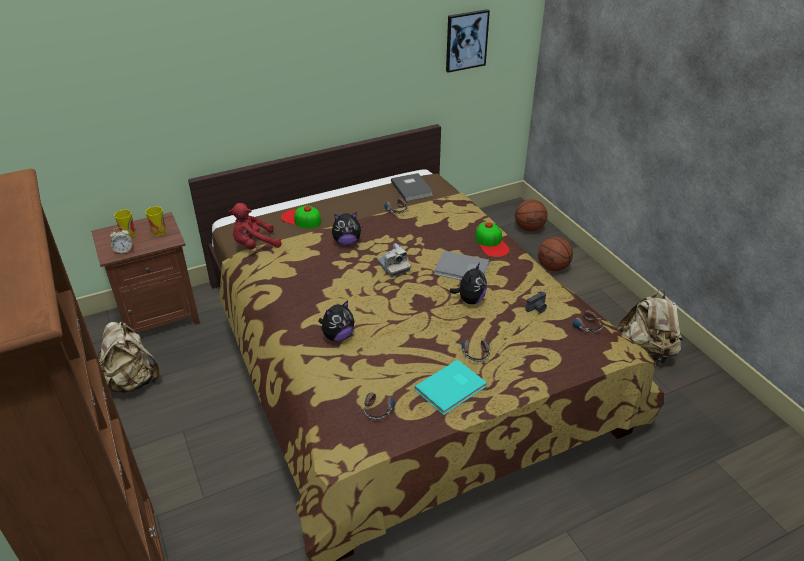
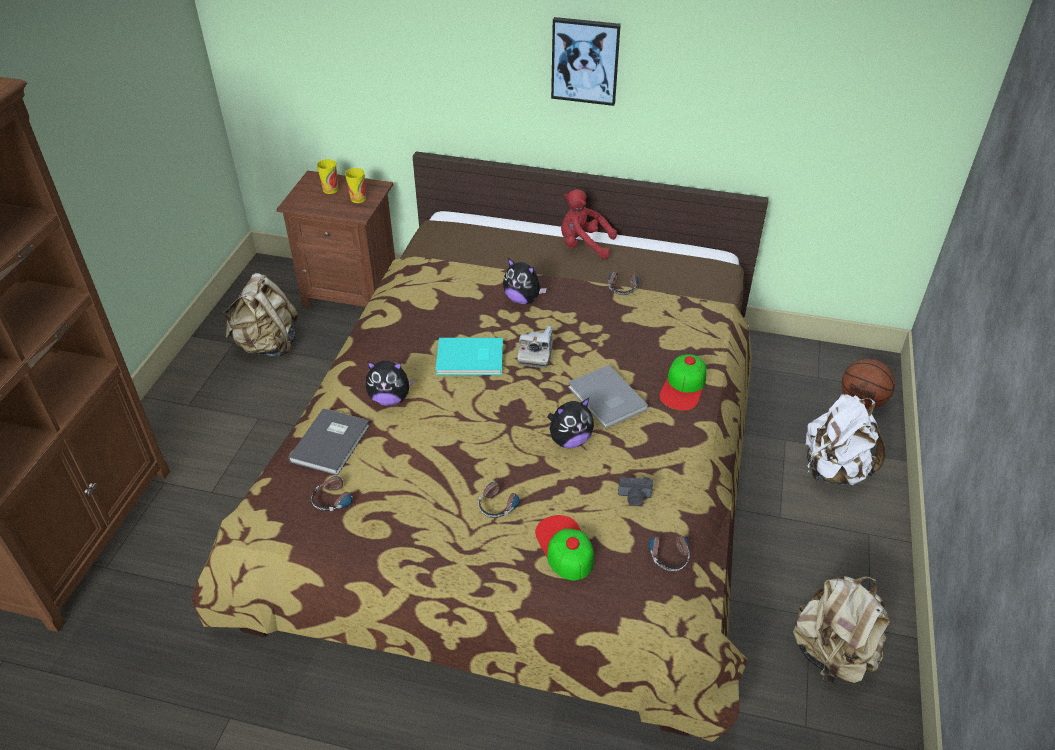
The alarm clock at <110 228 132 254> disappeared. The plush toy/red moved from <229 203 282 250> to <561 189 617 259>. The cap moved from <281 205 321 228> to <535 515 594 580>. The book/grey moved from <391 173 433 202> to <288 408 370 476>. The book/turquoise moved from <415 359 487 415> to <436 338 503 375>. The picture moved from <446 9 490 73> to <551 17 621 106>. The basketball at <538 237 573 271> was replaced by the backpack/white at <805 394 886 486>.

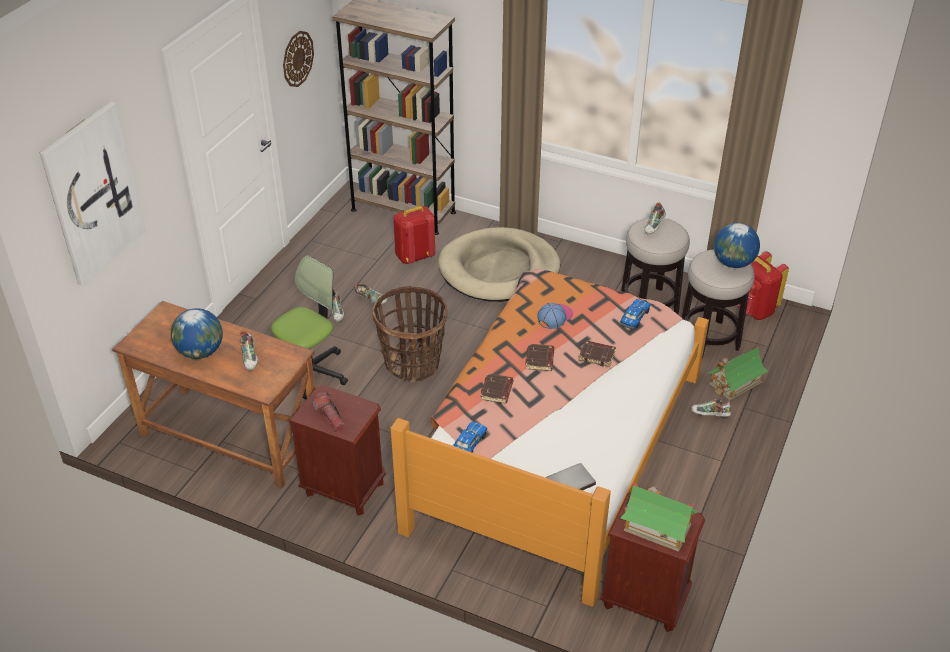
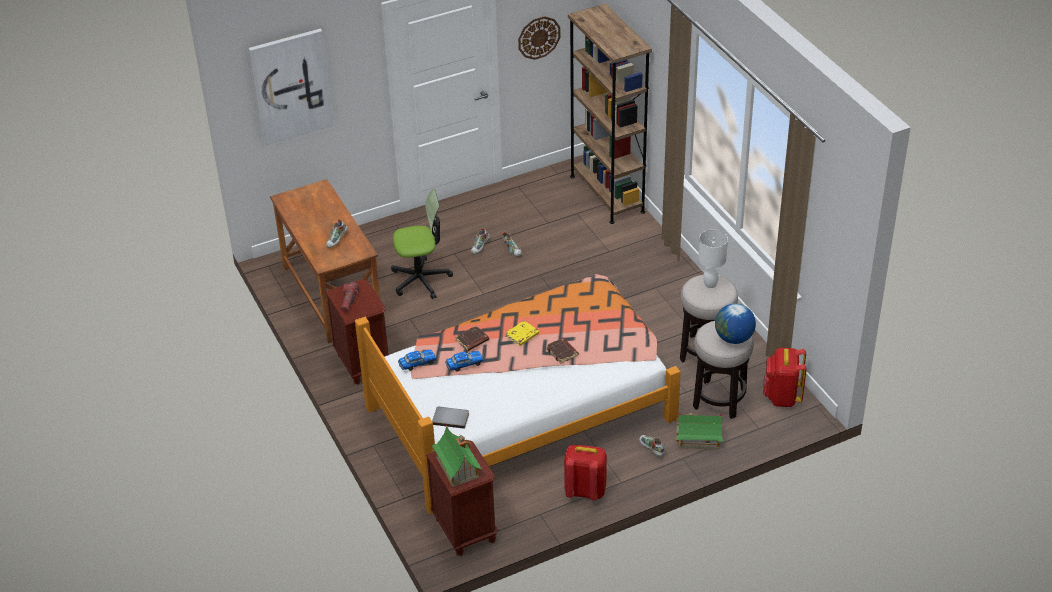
The globe at <171 308 223 359> disappeared. The basket at <373 286 448 382> disappeared. The dog bed/beige at <438 227 560 302> disappeared. The cap at <537 303 573 329> disappeared. The backpack/red moved from <393 206 435 264> to <564 445 607 500>. The toy car moved from <619 299 650 330> to <445 351 484 372>. The shoe at <645 203 666 234> was replaced by the table lamp/white at <698 230 728 288>. The book/brown at <525 344 555 371> became the book/yellow at <505 321 539 346>.

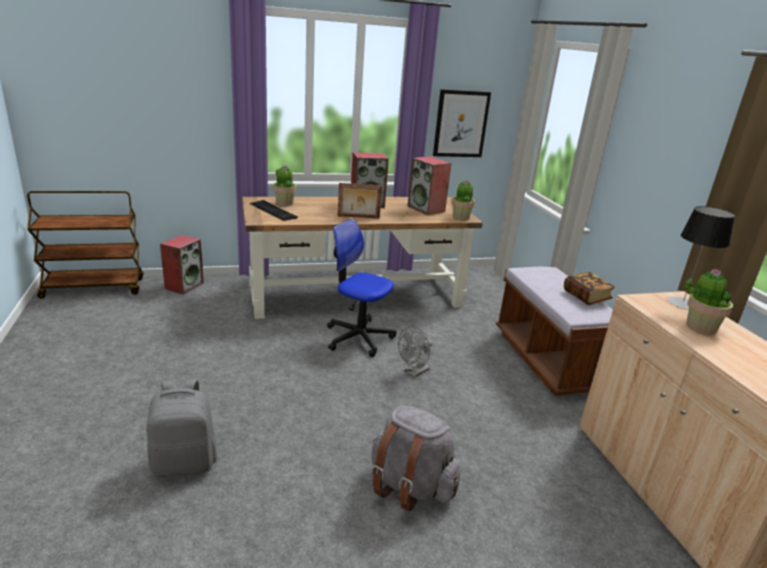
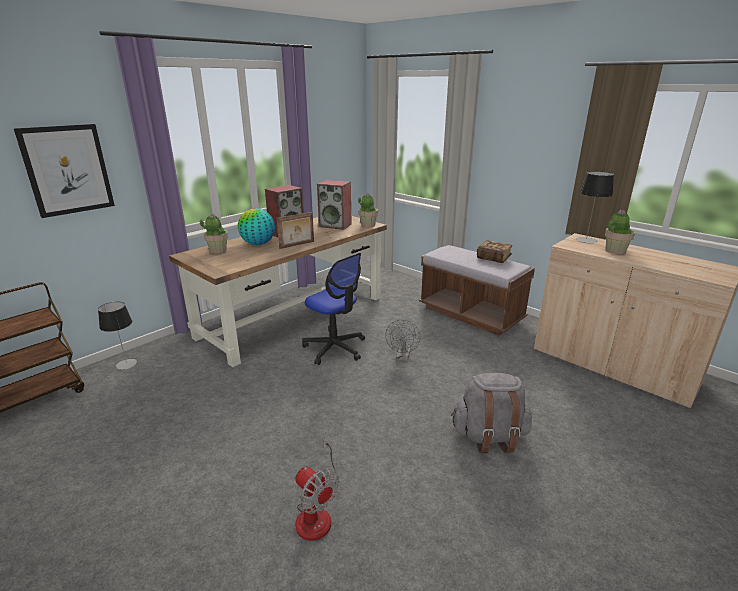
The keyboard at <249 200 298 221> disappeared. The globe at <238 208 275 245> appeared. The picture moved from <433 89 491 157> to <14 124 115 218>. The backpack/grey at <146 379 217 477> was replaced by the fan at <295 436 339 541>. The speaker at <160 235 204 295> was replaced by the table lamp at <98 302 137 369>. The office chair at <327 219 397 357> turned 135 degrees counterclockwise.

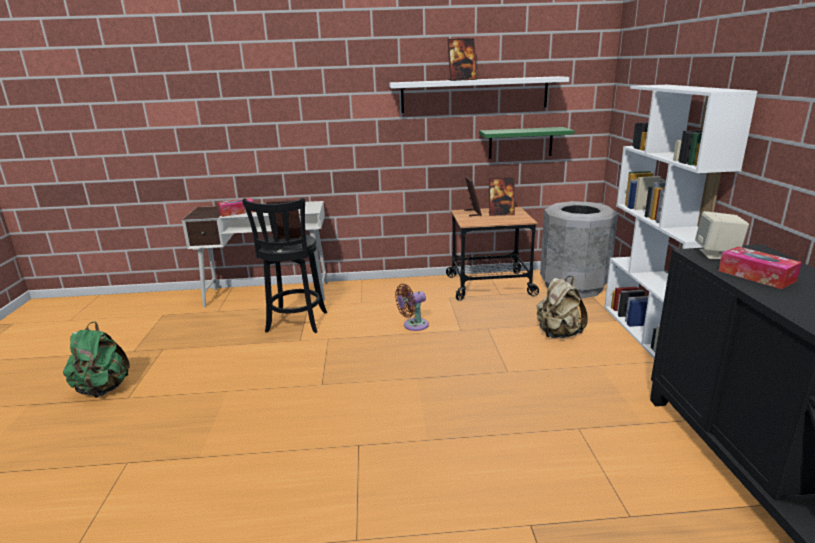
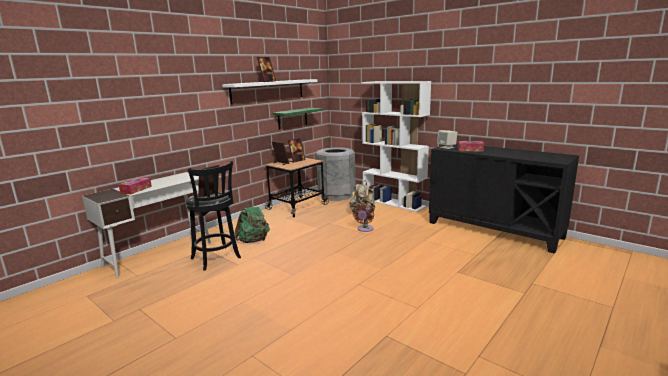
The backpack/green moved from <63 321 130 398> to <234 202 270 243>. The fan/brown moved from <395 284 429 331> to <353 203 374 232>.

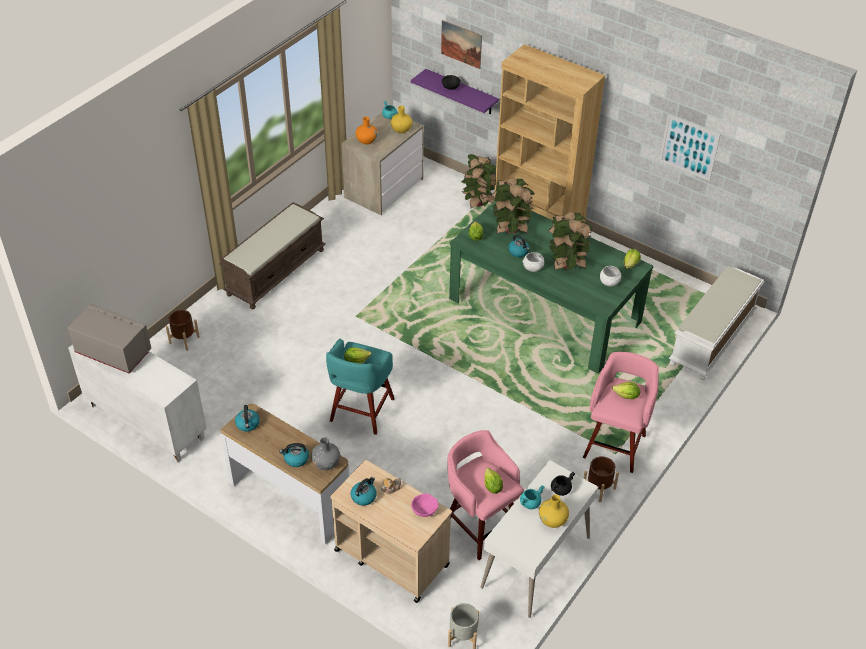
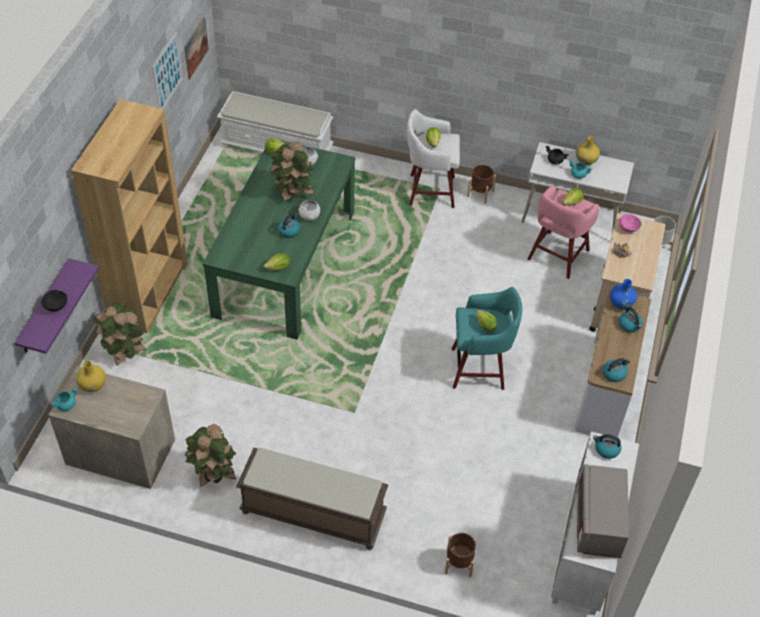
The vase/orange at <356 117 378 145> disappeared. The kettle moved from <351 477 377 506> to <593 434 622 459>. The picture moved from <441 20 482 69> to <184 17 209 80>. The potted plant moved from <491 177 535 234> to <184 424 236 487>. The vase/grey at <311 437 340 470> became the vase/blue at <610 279 637 309>. The stool/pink at <583 352 659 473> became the stool/white at <407 109 460 208>.

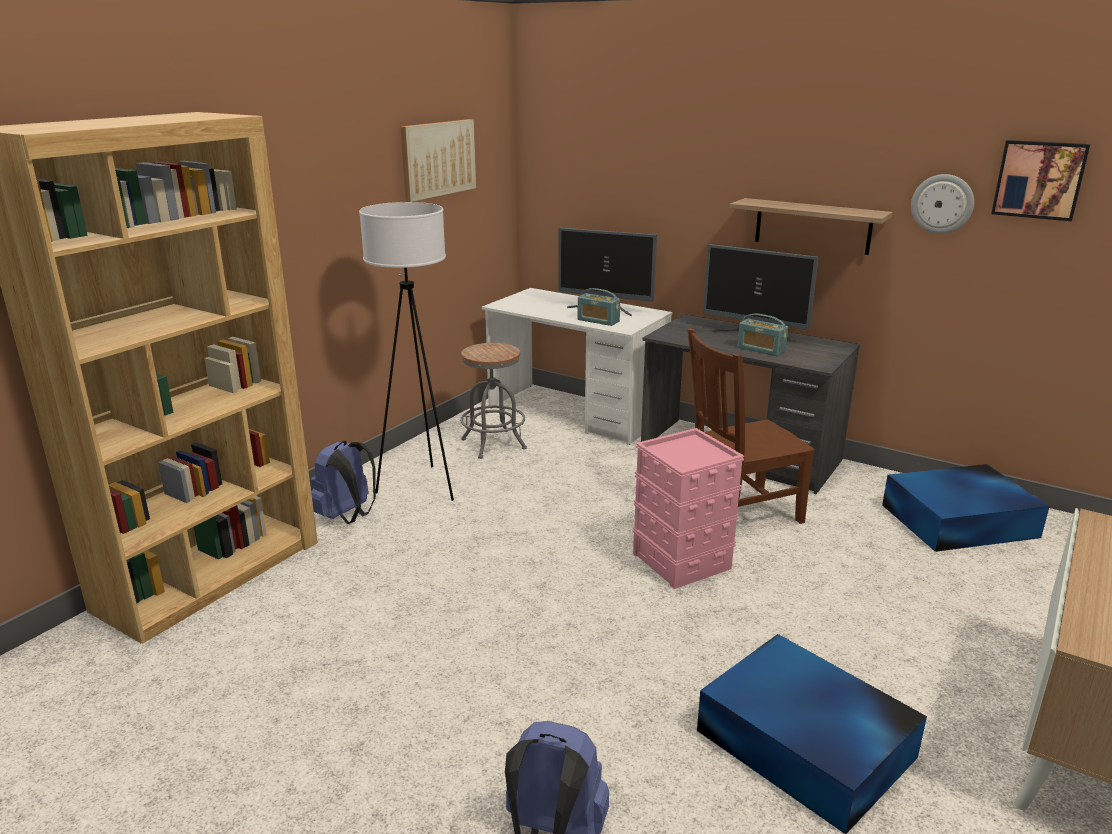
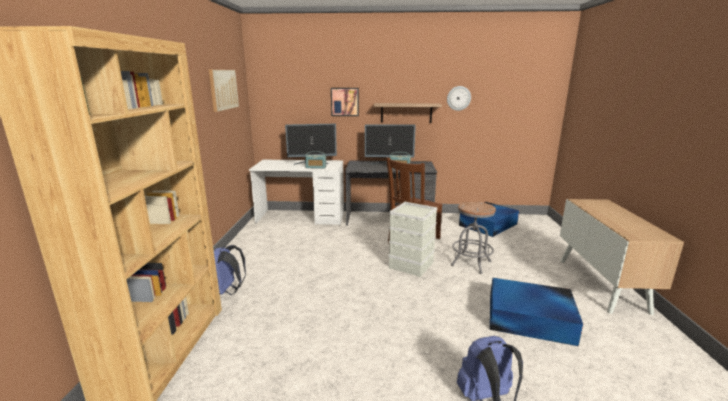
The floor lamp/white at <359 202 454 501> disappeared. The stool/grey moved from <460 343 527 459> to <451 201 496 274>. The picture moved from <991 140 1090 221> to <331 88 359 116>. The storage box/pink at <632 428 744 589> became the storage box/grey at <388 202 438 277>.

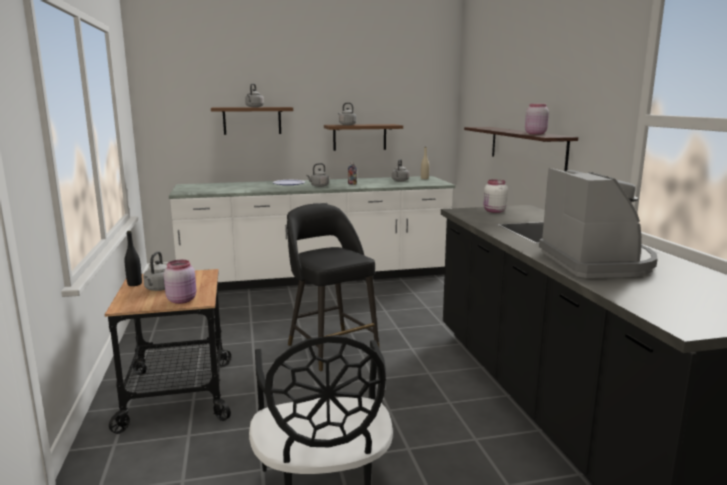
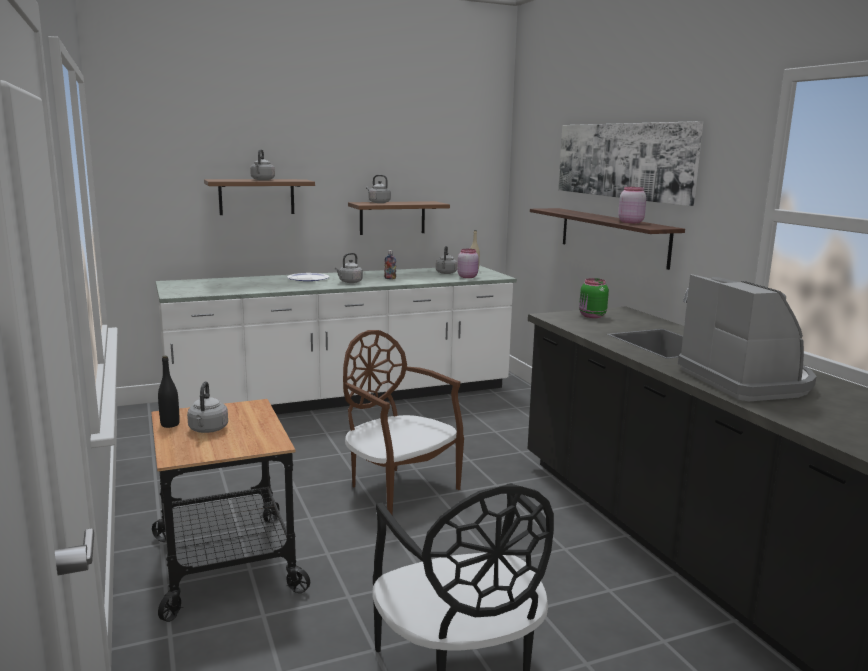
The picture at <558 121 703 206> appeared. The jar/pink moved from <164 260 196 304> to <458 249 479 278>. The stool/black at <287 204 380 371> was replaced by the chair/brown at <343 330 464 515>. The jar/white at <483 179 508 213> became the jar/green at <579 278 609 318>.

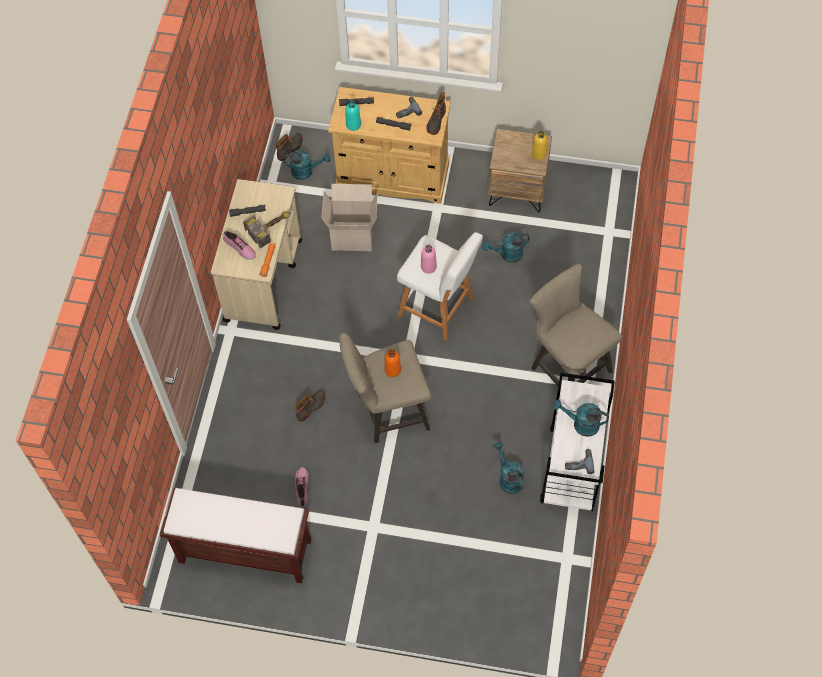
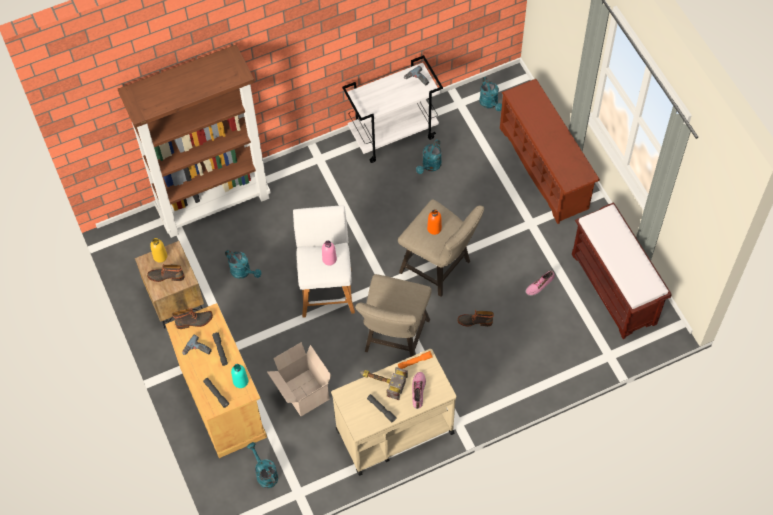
The bookcase/brown at <118 45 271 238> appeared. The shoe rack/brown at <500 79 600 224> appeared. The boot moved from <275 133 303 161> to <147 265 184 282>. The stool/beige moved from <529 264 622 386> to <355 274 432 357>. The watering can/turquoise moved from <553 399 609 437> to <480 77 502 111>.

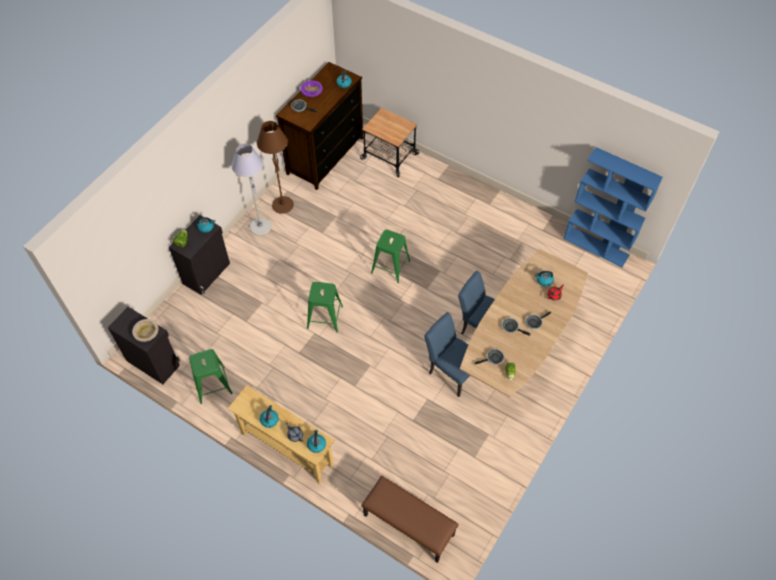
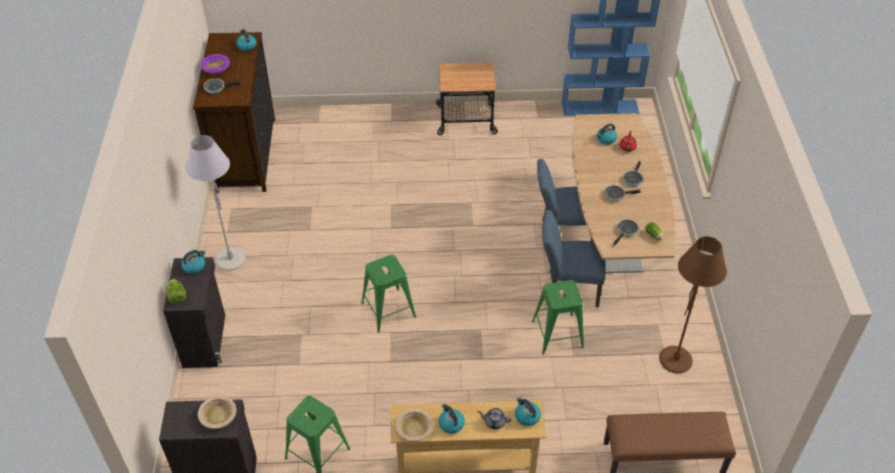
The bowl/beige at <395 408 433 442> appeared. The floor lamp/brown moved from <257 121 294 214> to <659 236 727 373>. The cart moved from <360 108 419 177> to <436 62 498 136>. The stool/green moved from <371 229 410 283> to <532 280 584 354>.

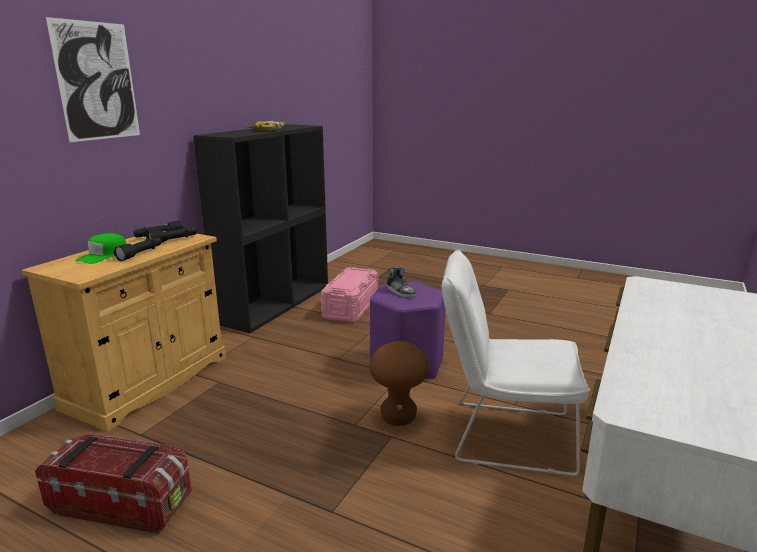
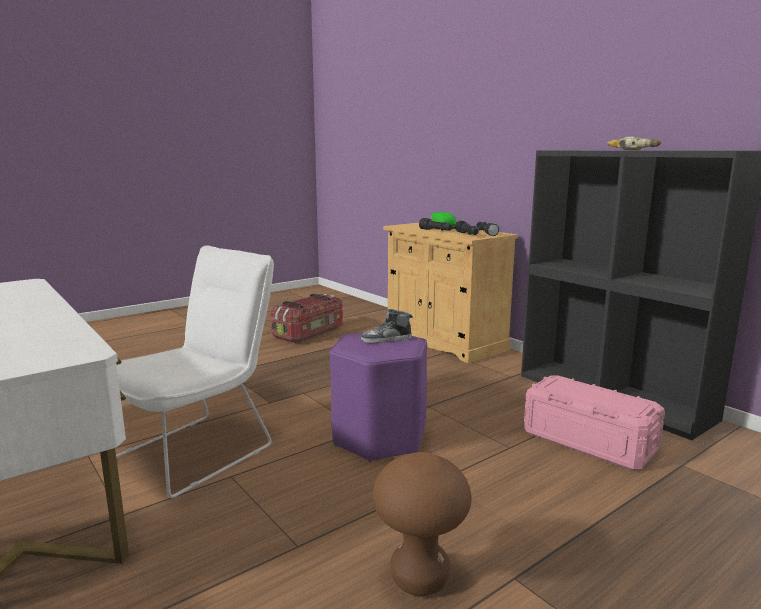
The picture at <46 17 140 142> disappeared. The stool/brown moved from <369 341 429 426> to <372 452 472 596>.

